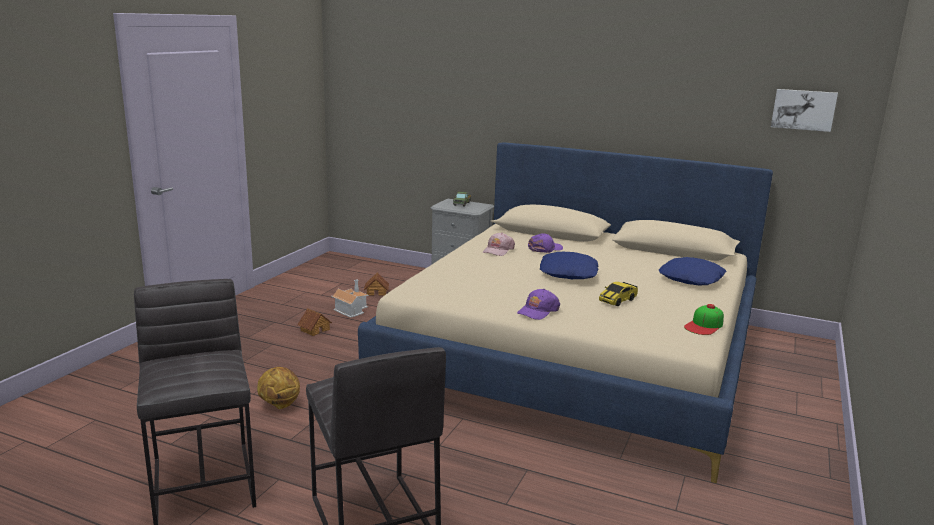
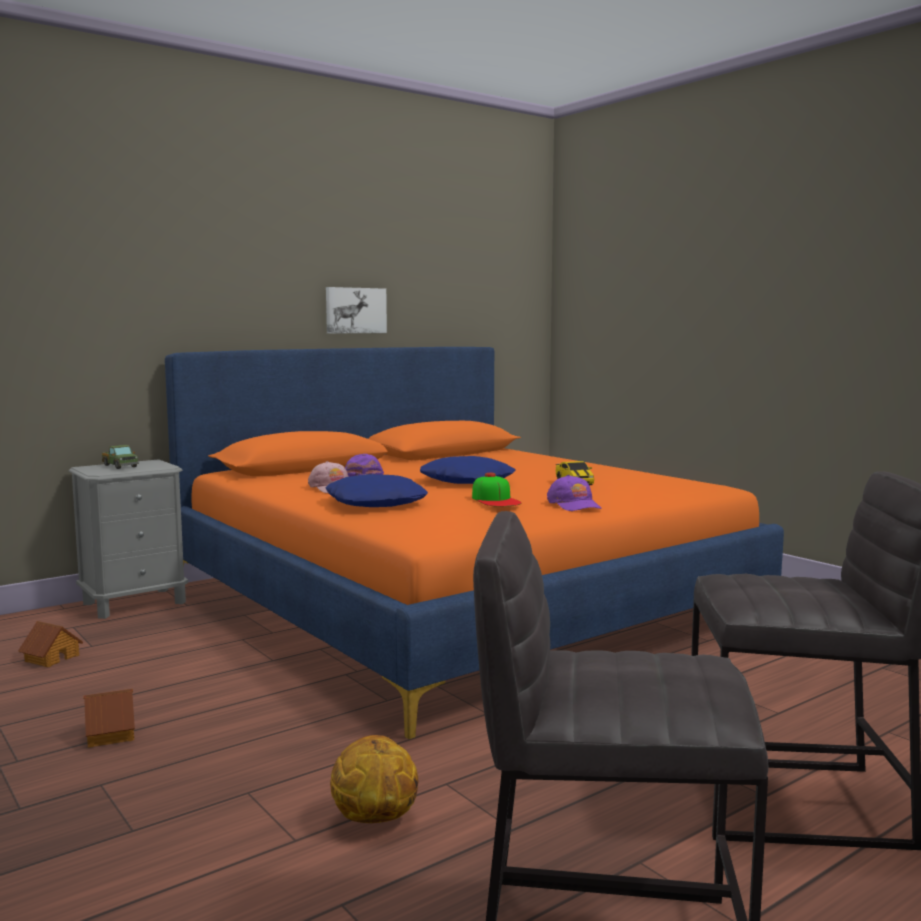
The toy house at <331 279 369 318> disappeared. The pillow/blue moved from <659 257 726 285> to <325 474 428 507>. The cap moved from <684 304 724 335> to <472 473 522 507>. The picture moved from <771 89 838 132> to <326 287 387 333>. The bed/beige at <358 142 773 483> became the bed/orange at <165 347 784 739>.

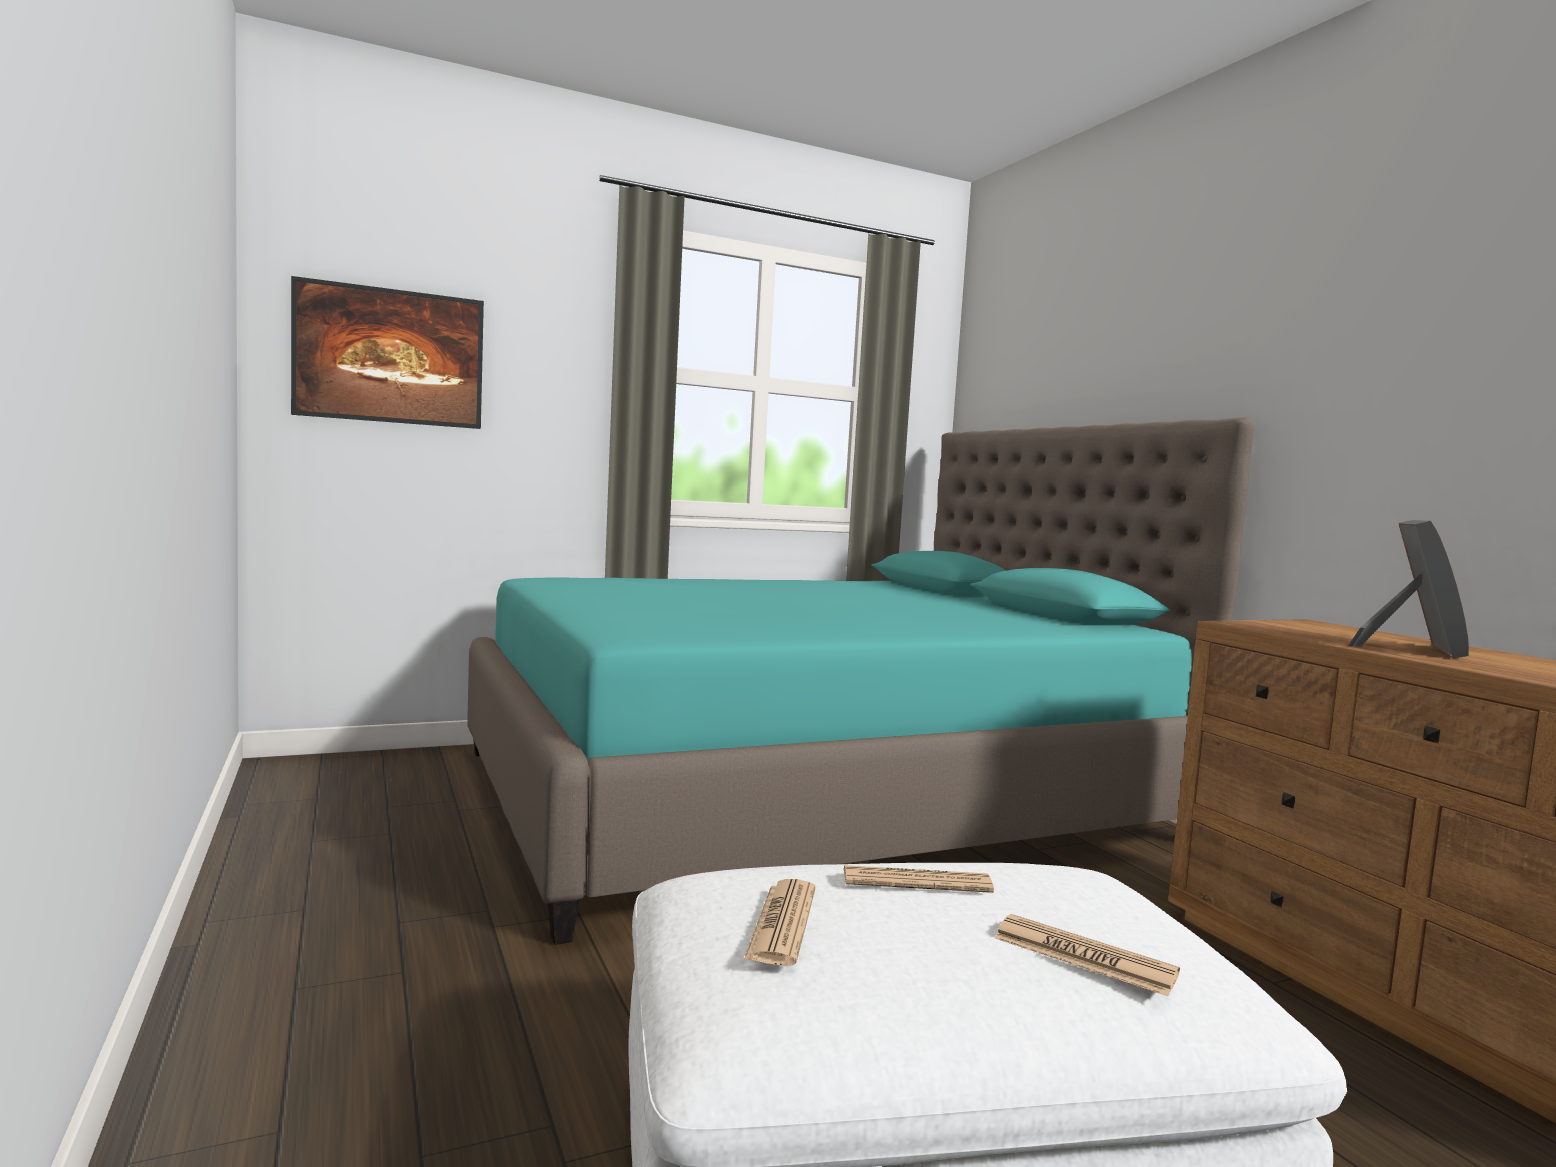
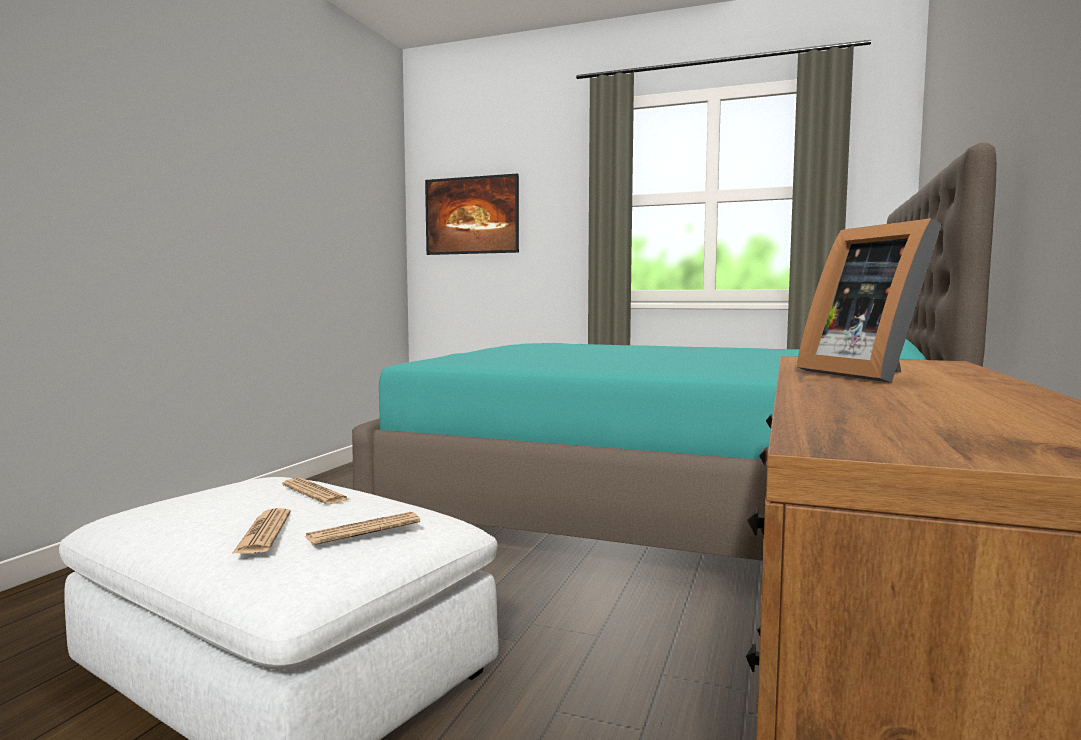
The newspaper moved from <744 879 815 966> to <304 512 420 545>. The picture frame at <1348 520 1469 659> turned 90 degrees clockwise.

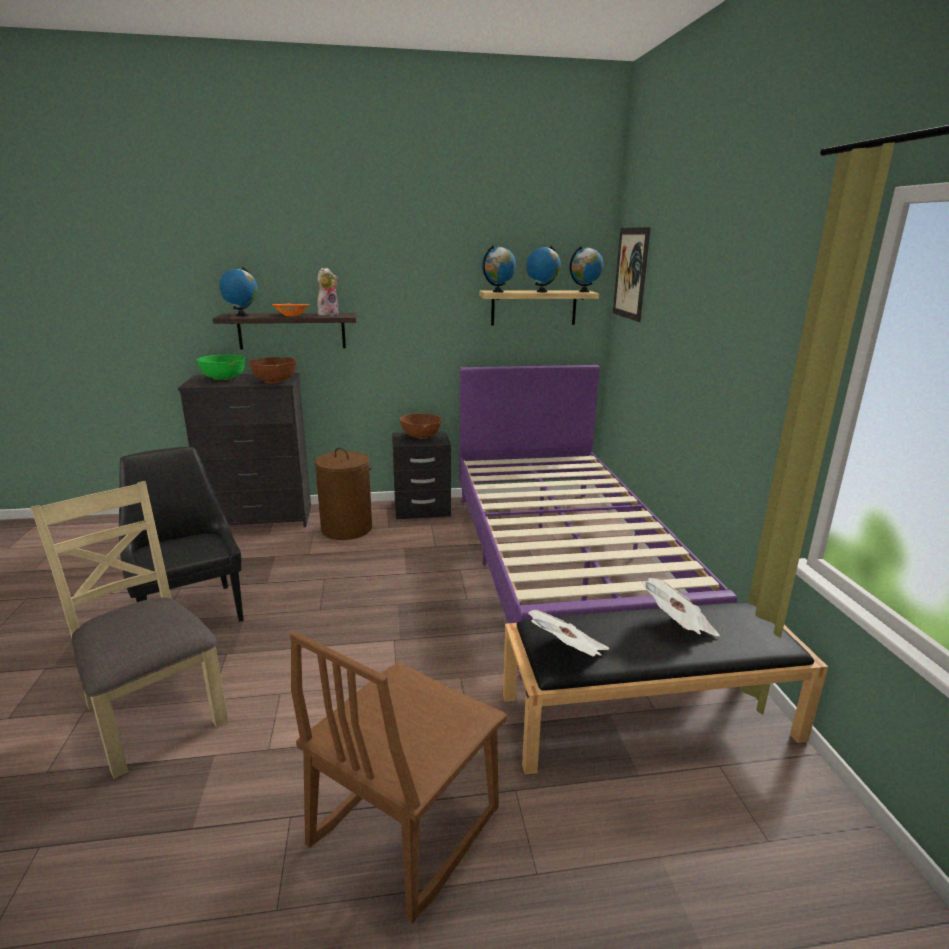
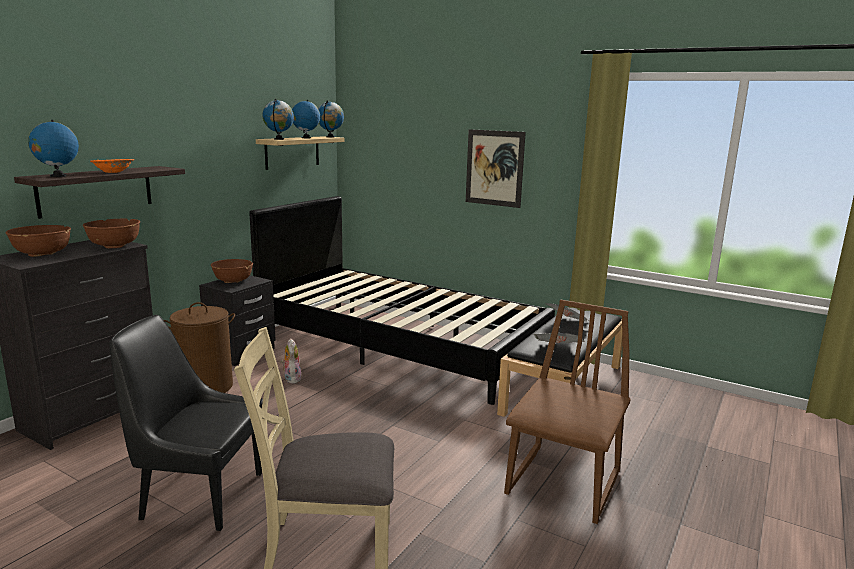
The plush toy moved from <317 268 339 316> to <281 338 302 384>. The picture moved from <613 227 651 322> to <466 129 526 208>. The bowl/green at <196 355 246 380> became the bowl/brown at <6 225 71 257>. The bed/purple at <459 365 737 681> became the bed/black at <249 196 555 405>. The chair/brown at <290 631 507 923> turned 135 degrees counterclockwise.

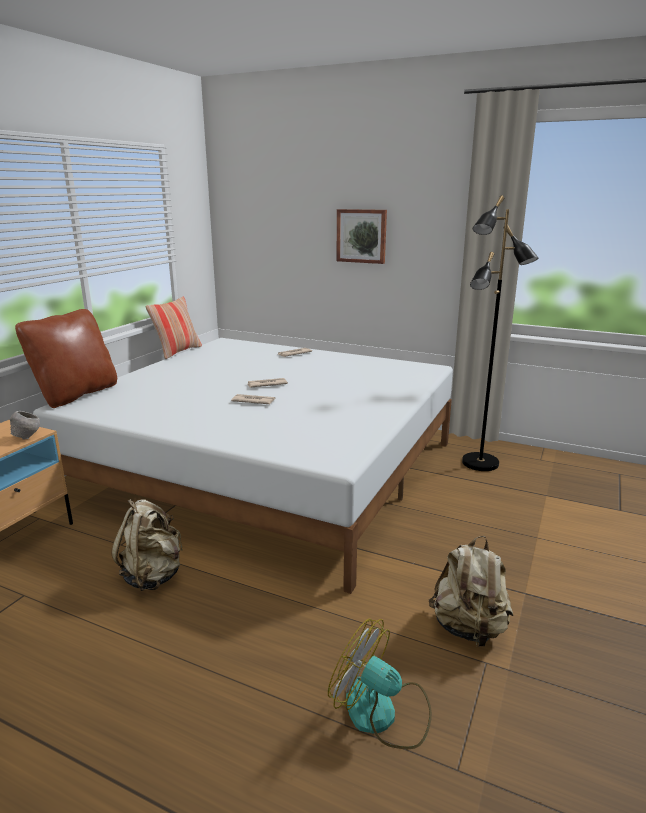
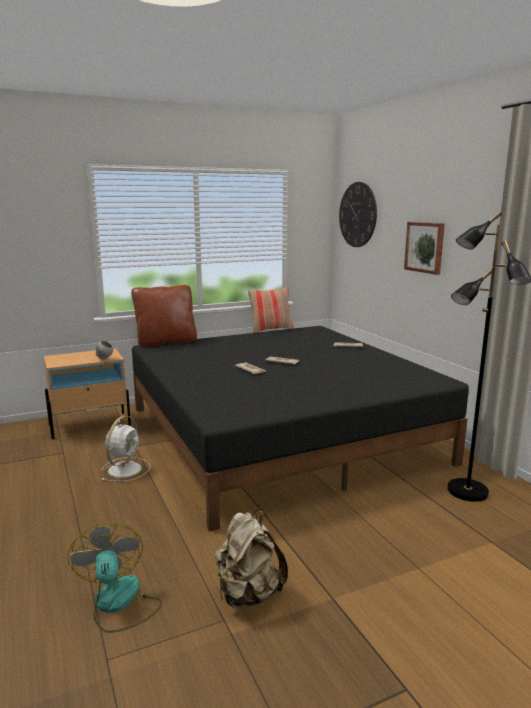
The wall clock at <339 182 377 247> appeared. The backpack/beige at <111 499 182 591> was replaced by the fan/white at <101 416 151 482>. The bed/white at <33 338 453 594> became the bed/black at <132 326 469 532>.

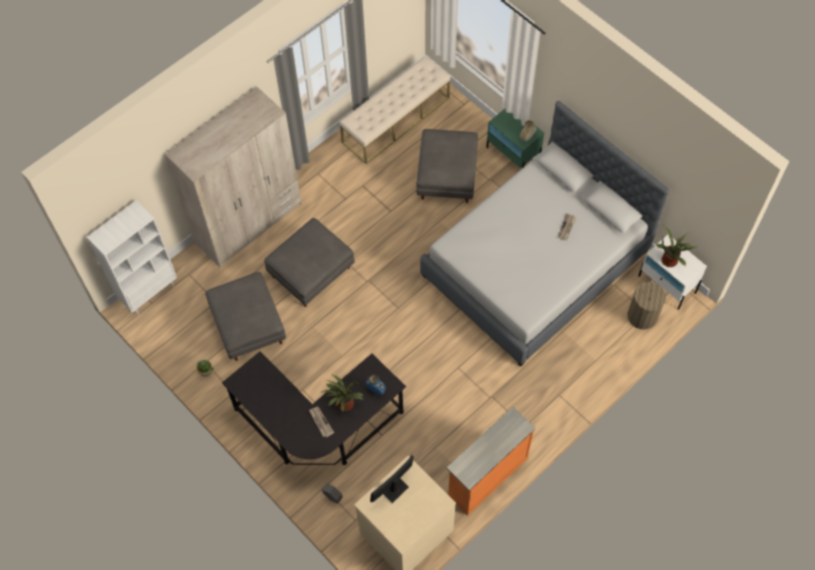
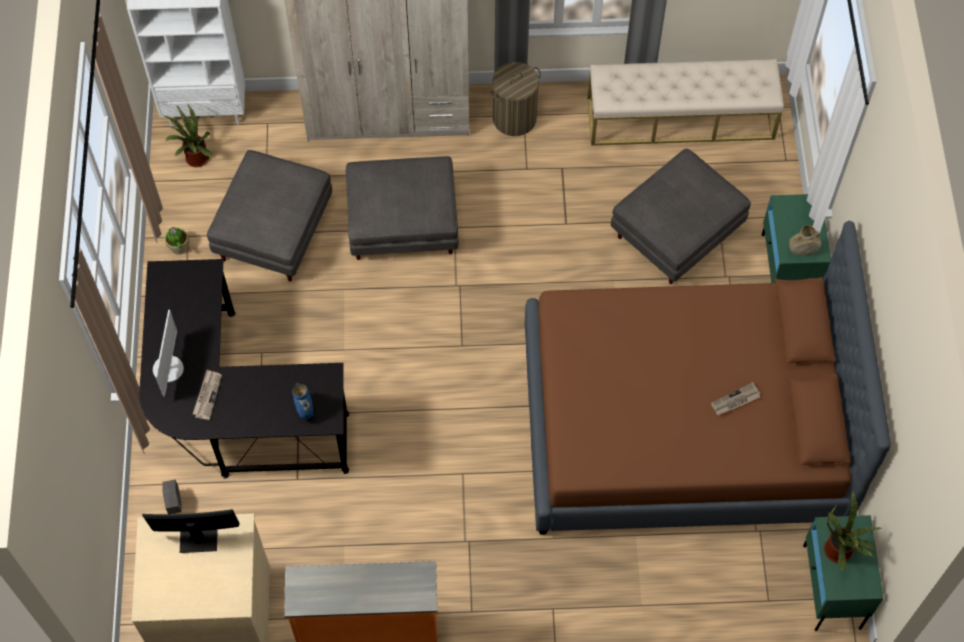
The monitor at <153 310 184 397> appeared. The potted plant moved from <320 374 364 412> to <164 105 212 167>. The laundry basket moved from <628 280 666 330> to <491 62 541 136>. The bed/grey at <420 101 669 366> became the bed/brown at <525 220 891 535>. The nightstand/white at <638 235 707 310> became the nightstand/green at <803 515 884 631>.

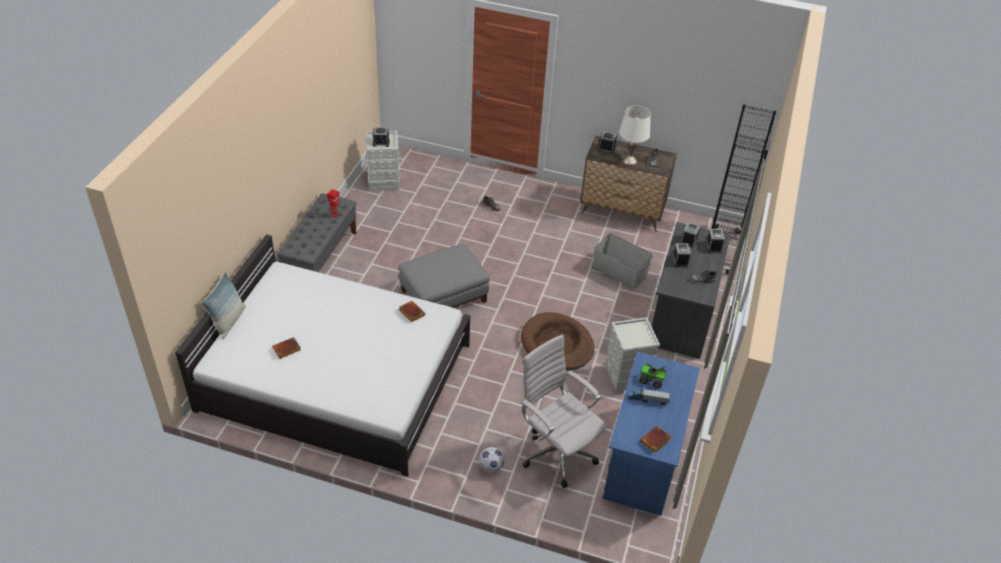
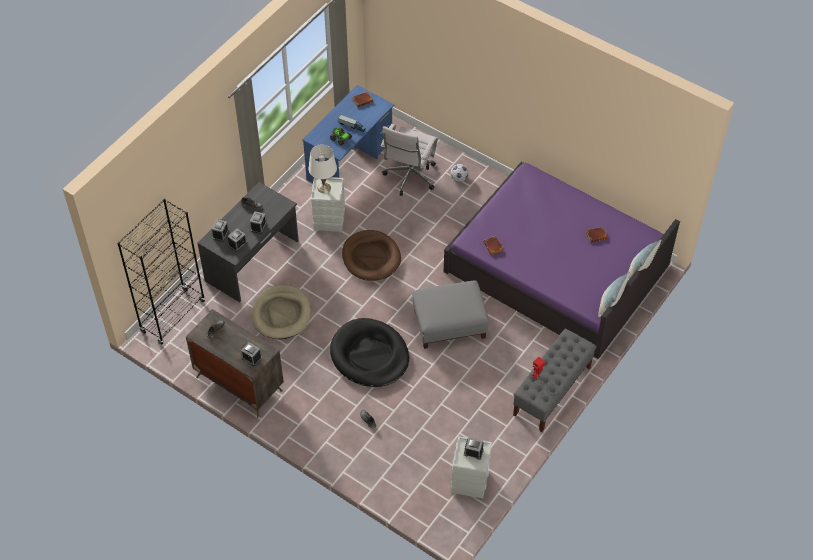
The dog bed/black at <330 318 409 387> appeared. The pillow at <598 272 630 317> appeared. The table lamp/white moved from <619 105 651 165> to <308 144 337 193>. The storage box/grey at <593 233 653 289> was replaced by the dog bed/beige at <252 285 311 339>. The bed/white at <175 234 471 477> became the bed/purple at <444 162 680 359>. The office chair/white at <520 335 607 488> turned 45 degrees clockwise.

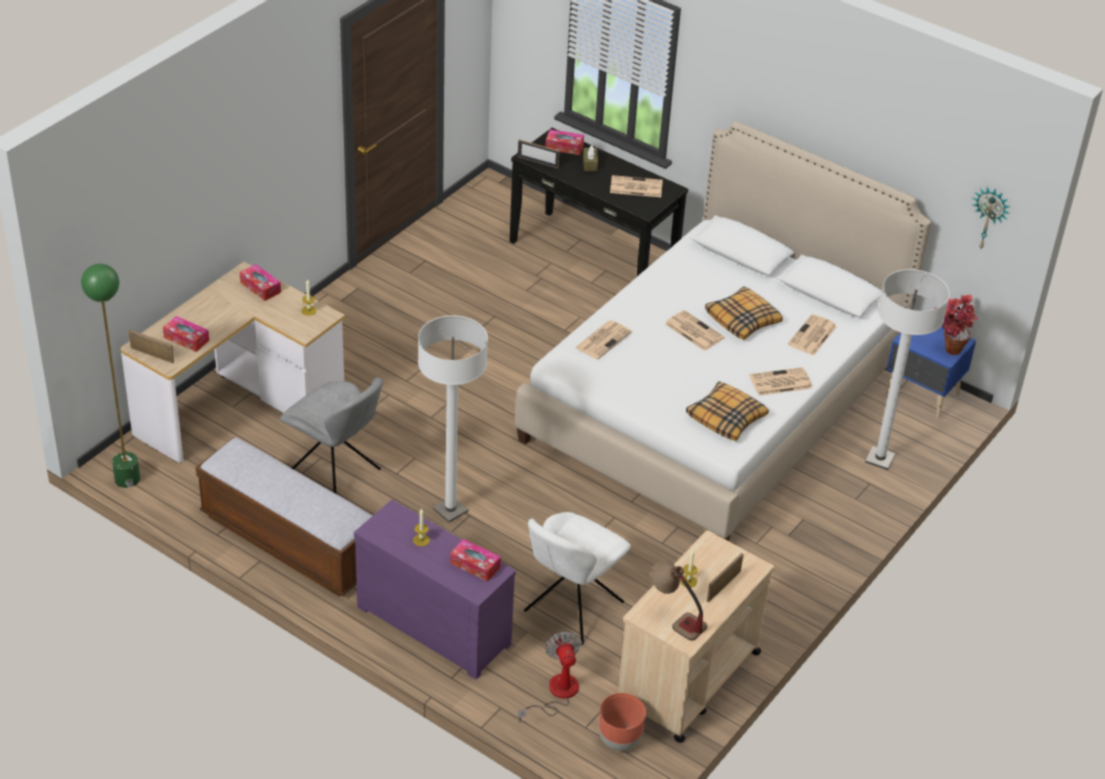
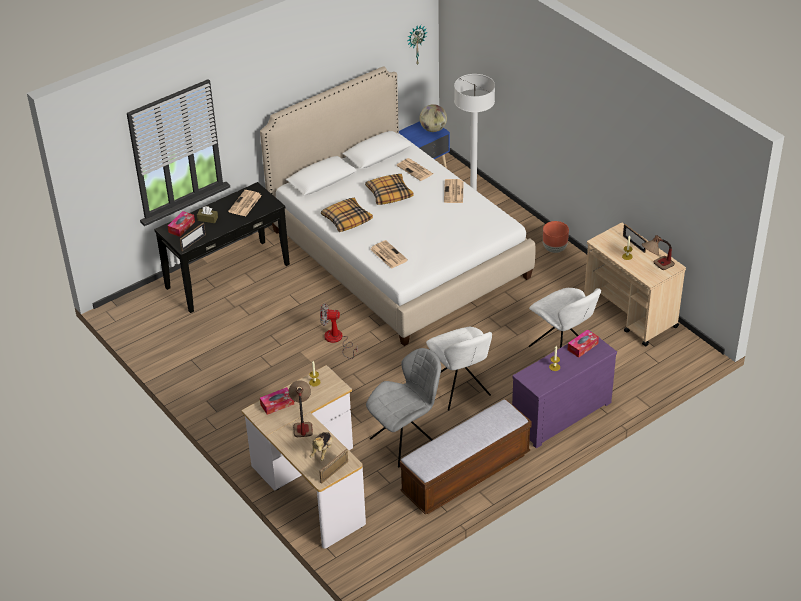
The floor lamp/green at <81 264 140 488> disappeared. The newspaper at <665 310 724 351> disappeared. The table lamp at <289 380 313 437> appeared. The fan moved from <518 631 582 722> to <320 303 358 359>. The planter/brown moved from <599 693 646 751> to <543 221 569 253>. The pillow moved from <686 381 769 441> to <321 198 373 232>. The tissue box at <163 316 209 352> was replaced by the plush toy at <310 432 333 461>. The floor lamp/white at <418 315 488 523> was replaced by the chair/white at <426 327 492 410>. The potted plant at <934 295 978 355> was replaced by the globe at <420 104 447 132>.

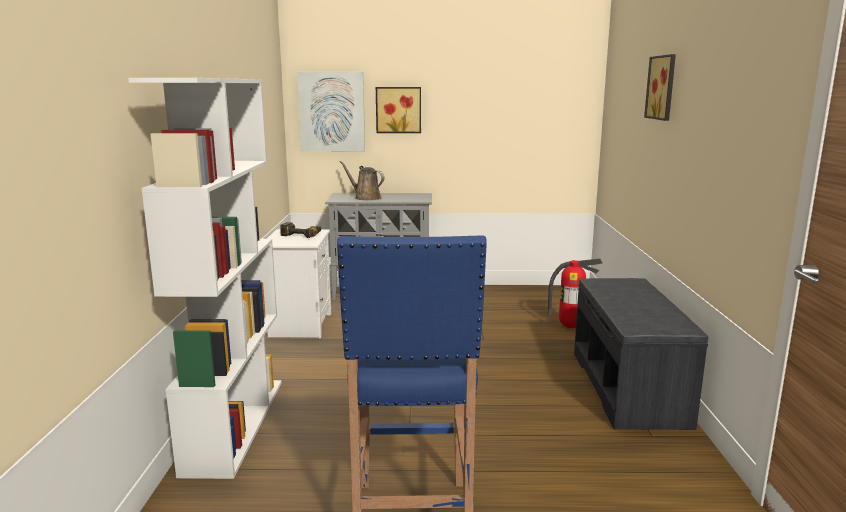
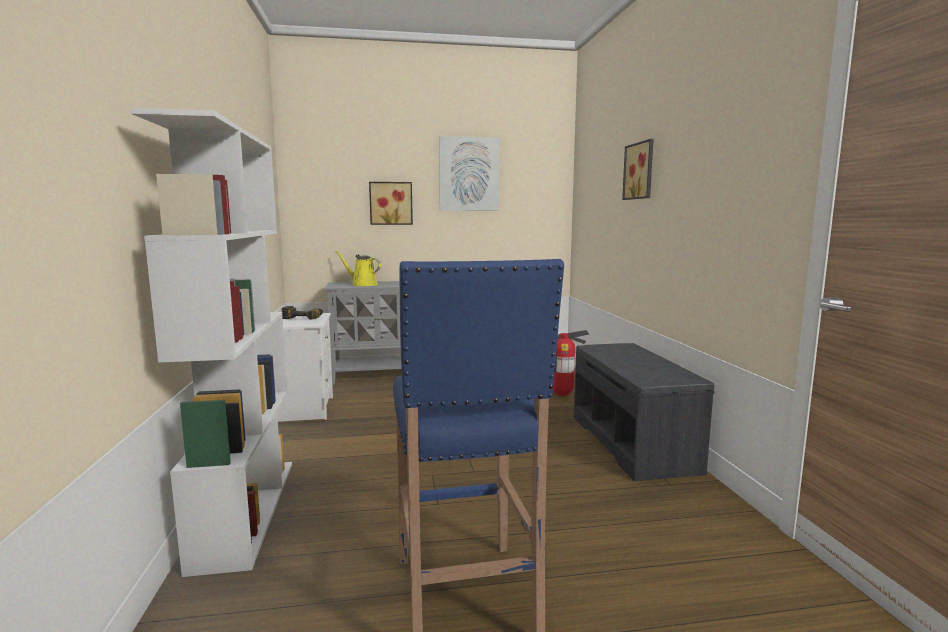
The picture moved from <297 72 365 152> to <439 136 499 211>. The watering can/brown at <340 161 385 200> became the watering can/yellow at <336 251 381 286>.

